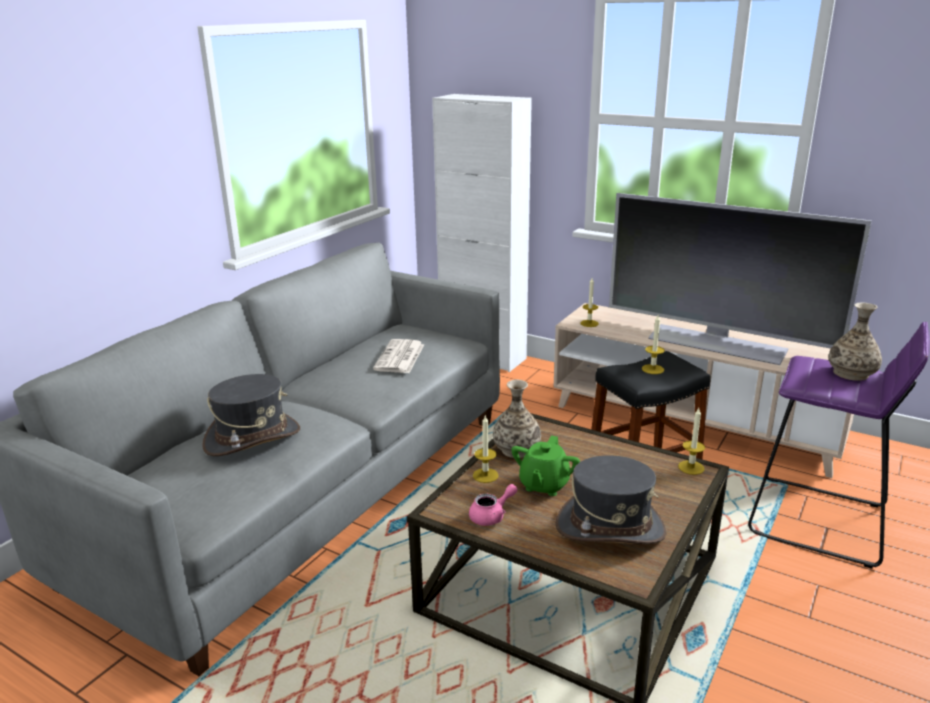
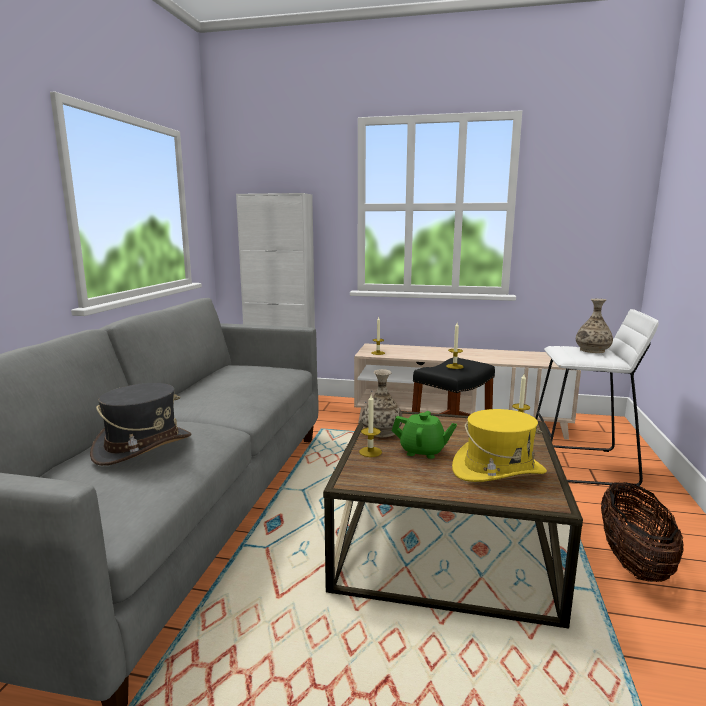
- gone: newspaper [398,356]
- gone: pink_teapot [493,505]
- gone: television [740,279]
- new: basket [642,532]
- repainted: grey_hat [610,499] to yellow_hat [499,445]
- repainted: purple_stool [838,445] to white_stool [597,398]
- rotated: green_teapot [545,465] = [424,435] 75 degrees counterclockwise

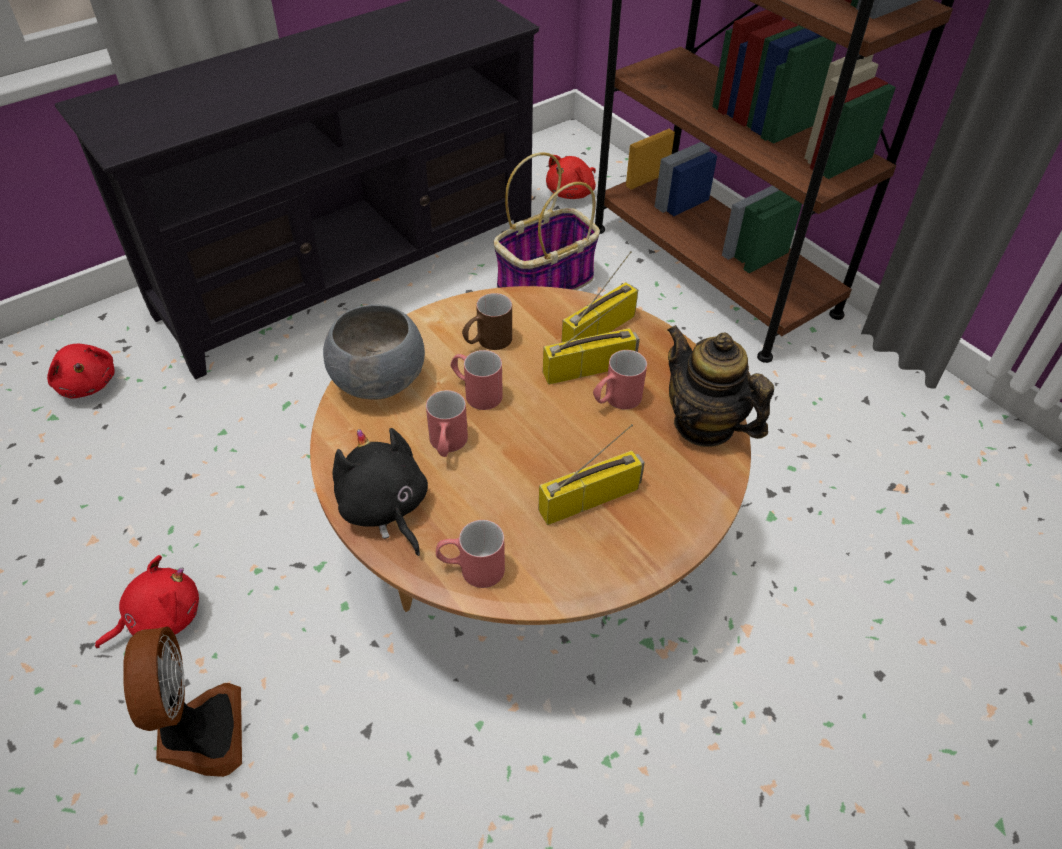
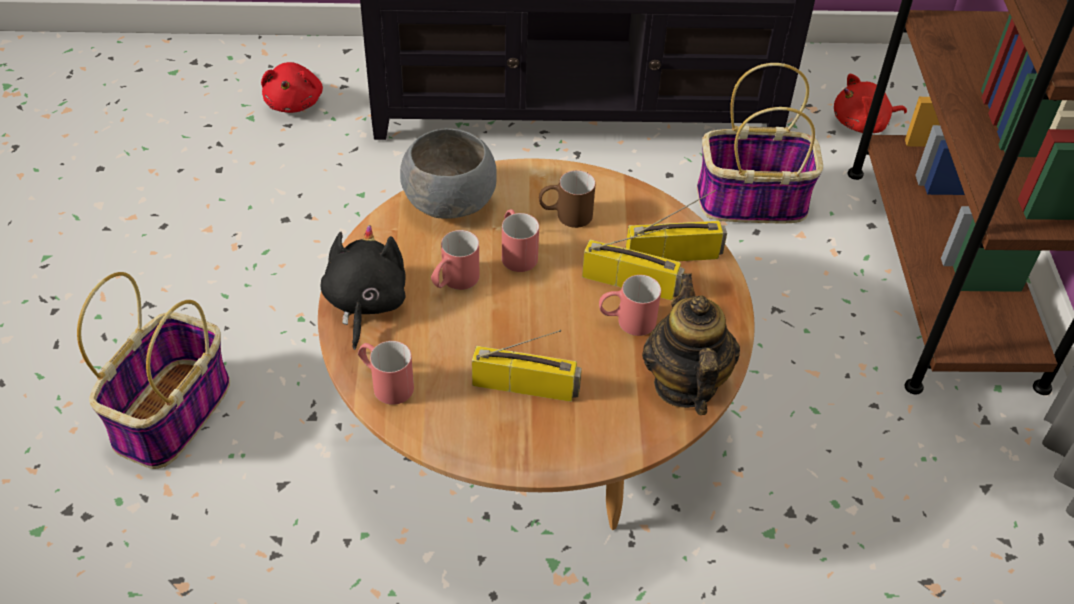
- gone: red_plush_toy [147,602]
- swapped: fan [182,702] to basket [153,370]

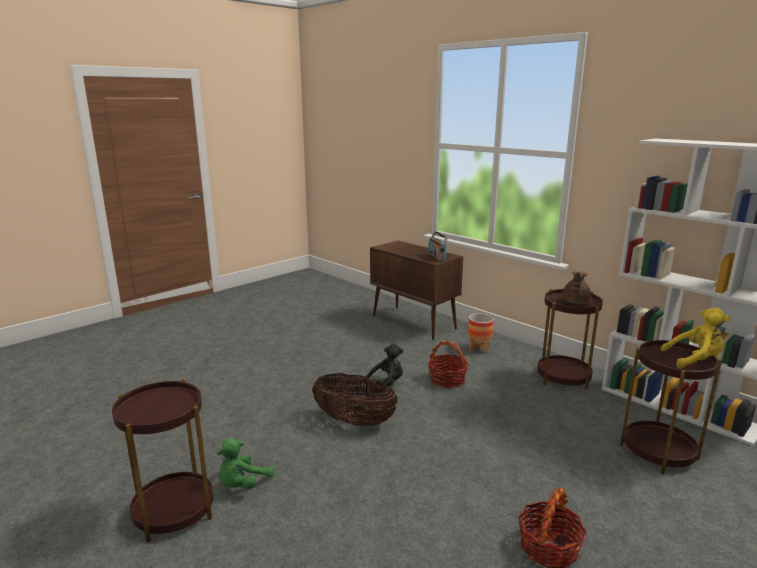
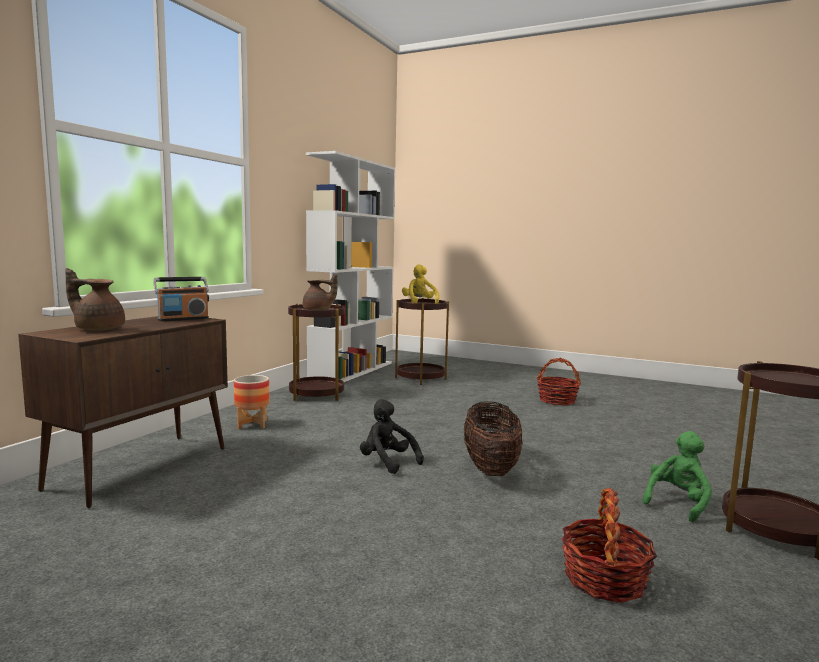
- new: brown_teapot [95,299]
- shifted: basket [448,364] to [609,545]
- rotated: green_plush_toy [245,463] = [677,476] 60 degrees counterclockwise

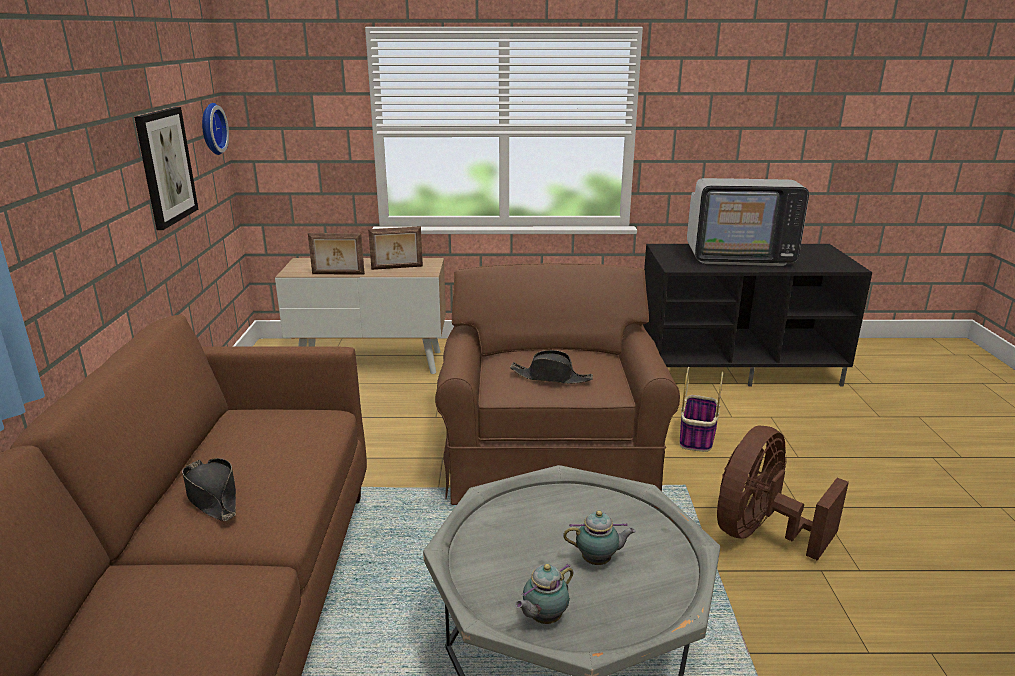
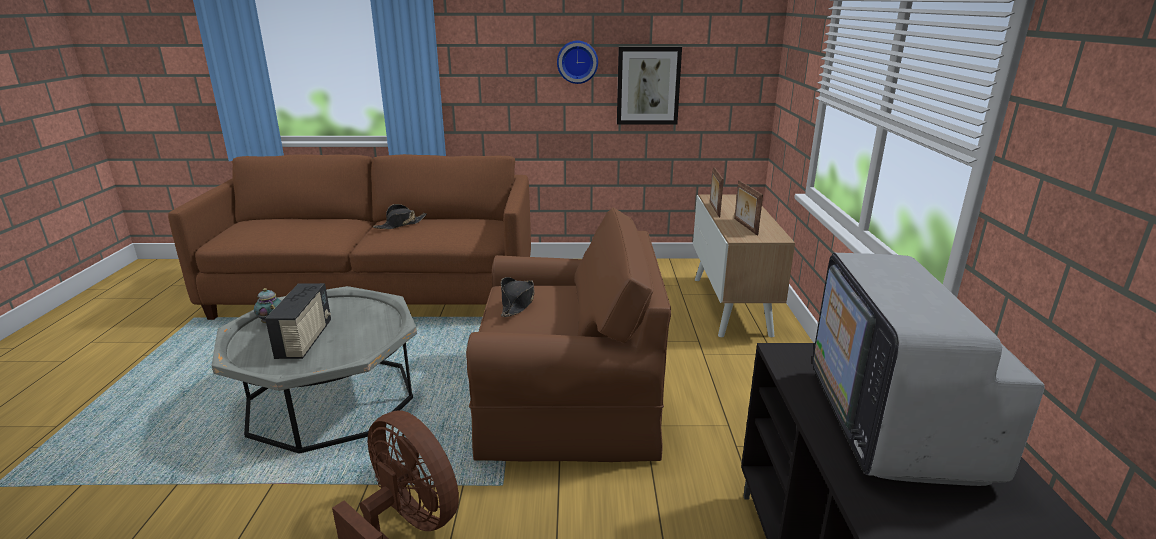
- gone: basket [701,409]
- shifted: wall_clock [215,129] to [577,62]
- swapped: teapot [599,538] to radio [298,321]

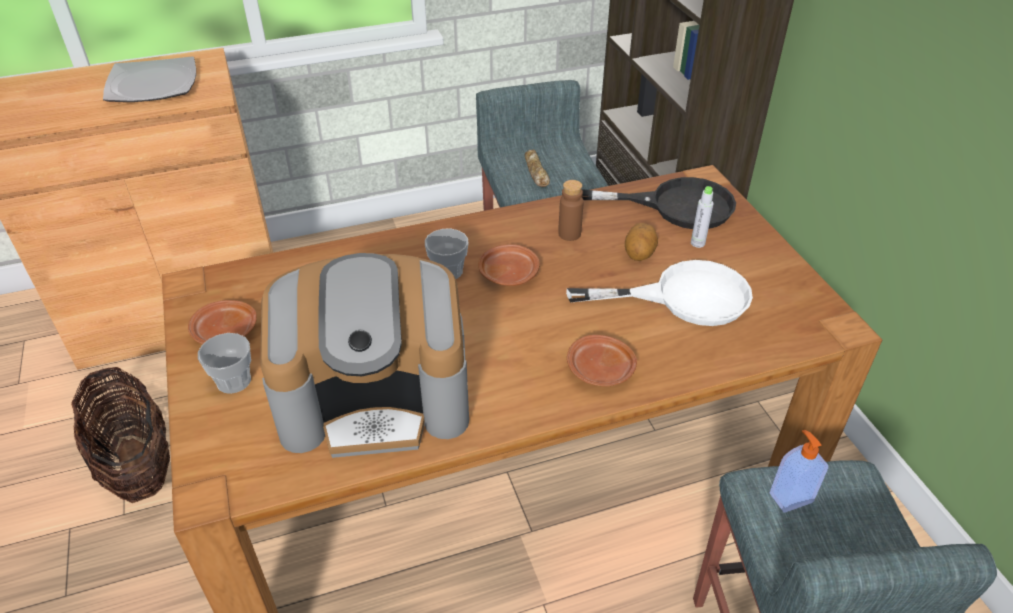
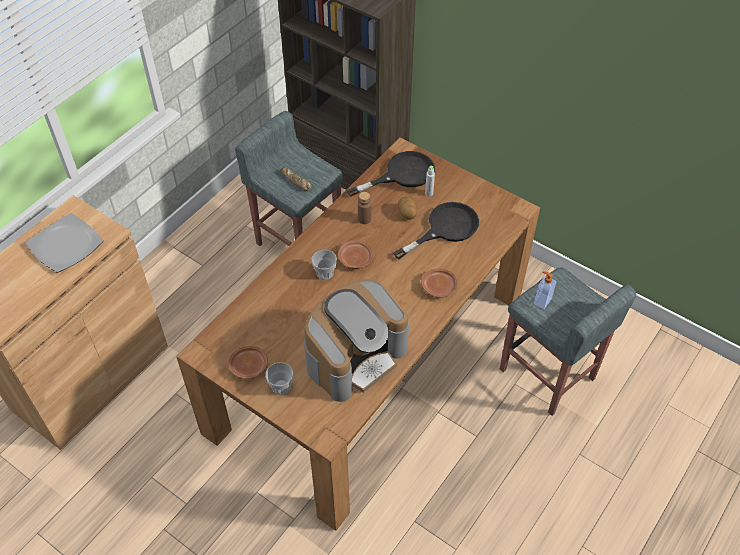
- gone: basket [120,435]
- repainted: white_frying_pan [659,293] to black_frying_pan [436,230]

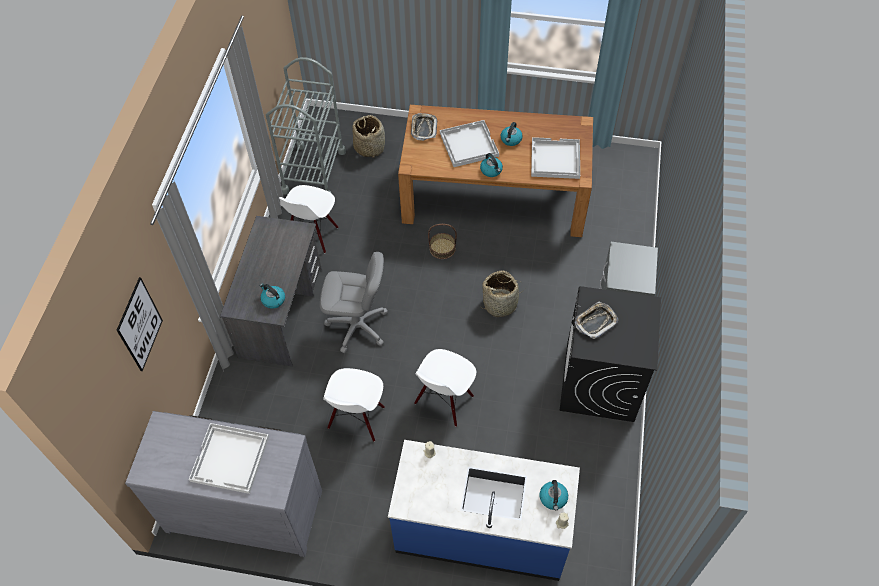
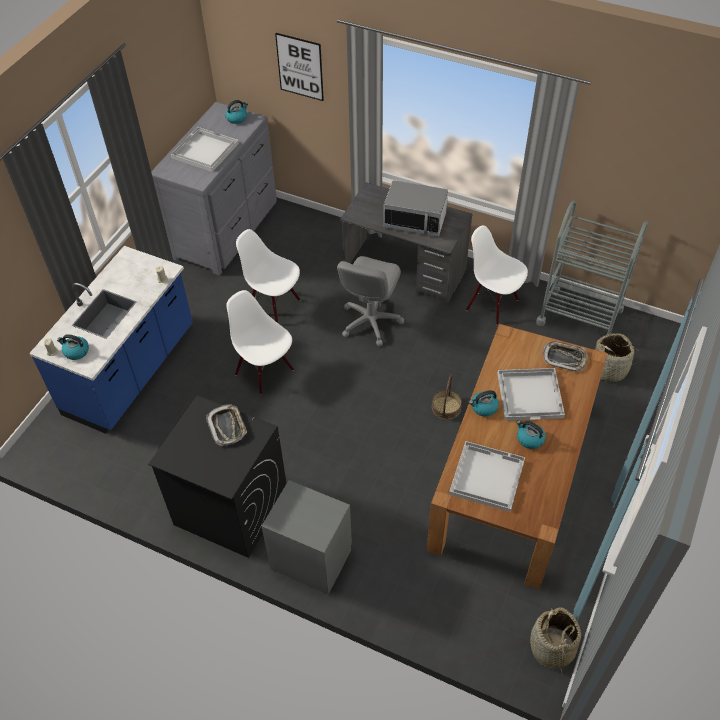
- new: microwave [416,208]
- shifted: kettle [272,296] to [236,112]
- shifted: basket [504,294] to [555,640]

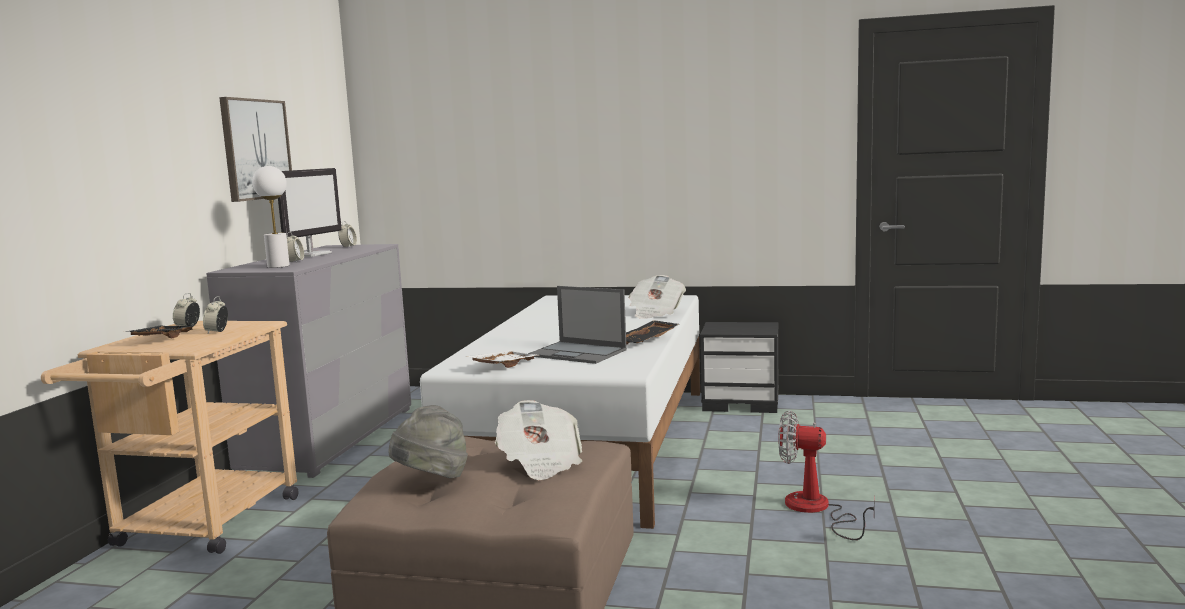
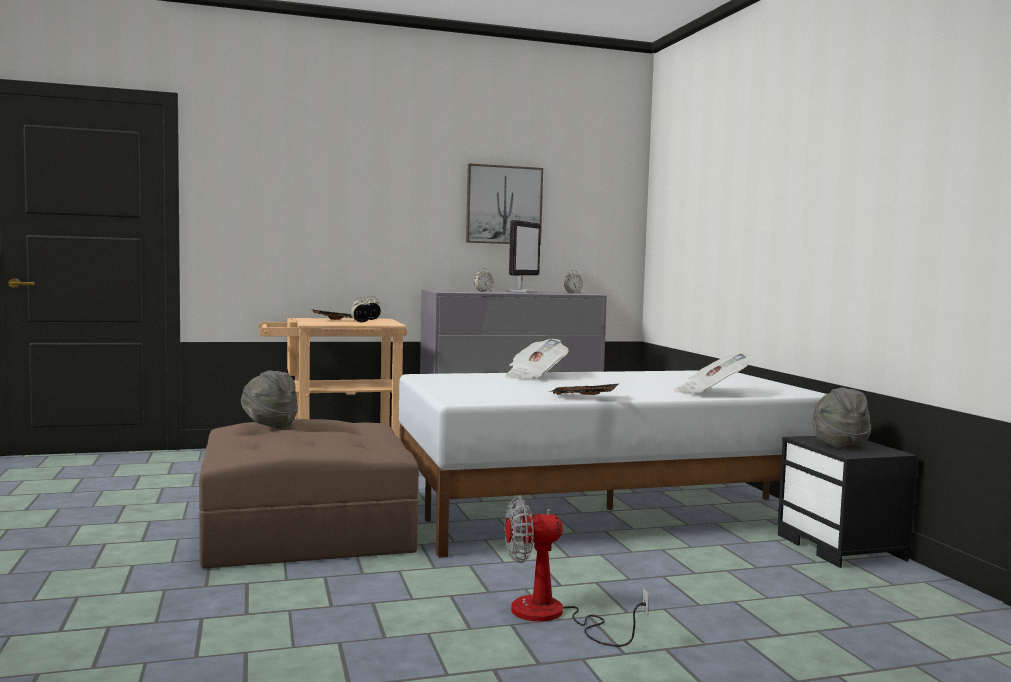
- gone: white_table_lamp [271,217]
- gone: white_tray [501,359]
- gone: laptop [577,325]
- new: grey_hat [842,418]
- shifted: newspaper [538,440] to [537,359]
- rotated: monitor [310,212] = [523,256] 60 degrees counterclockwise
- rotated: fan [826,475] = [576,572] 90 degrees counterclockwise

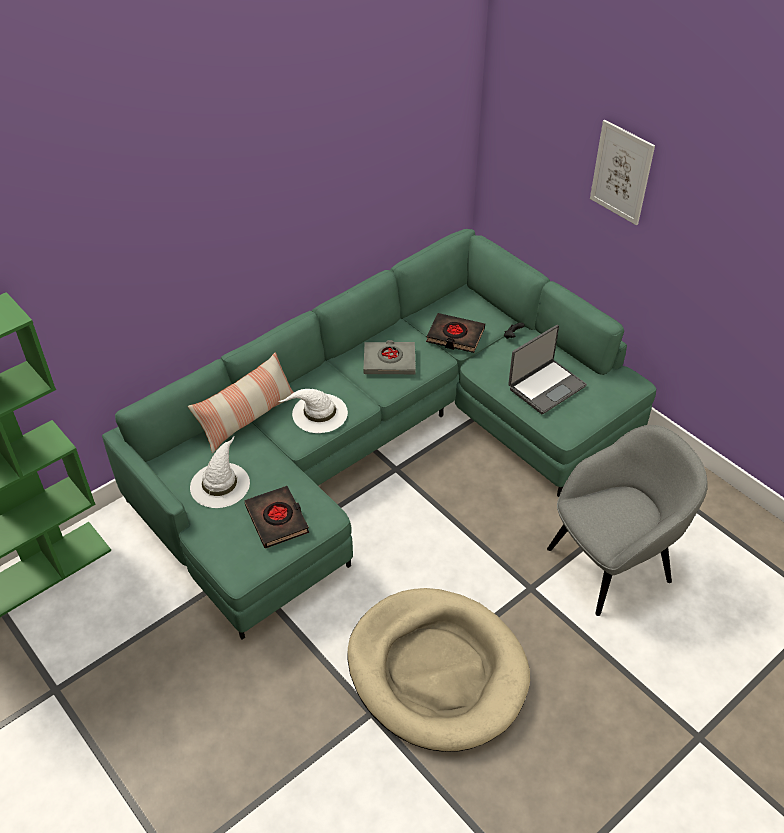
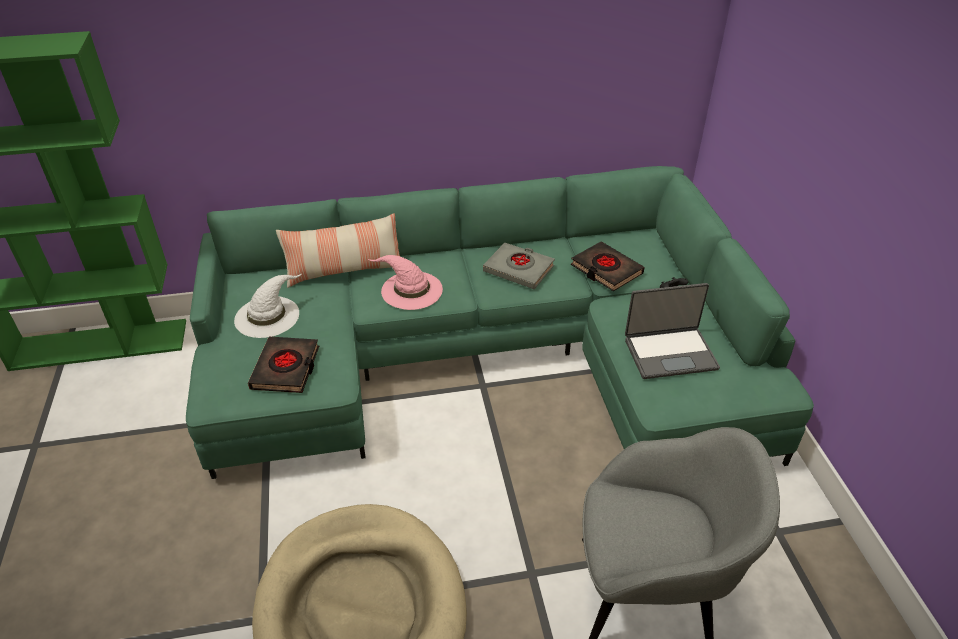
- gone: picture [622,172]
- repainted: white_hat [313,411] to pink_hat [405,282]

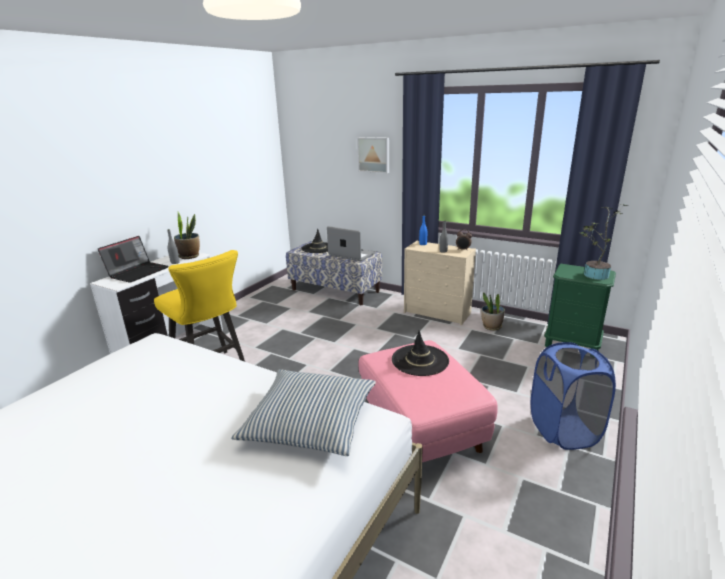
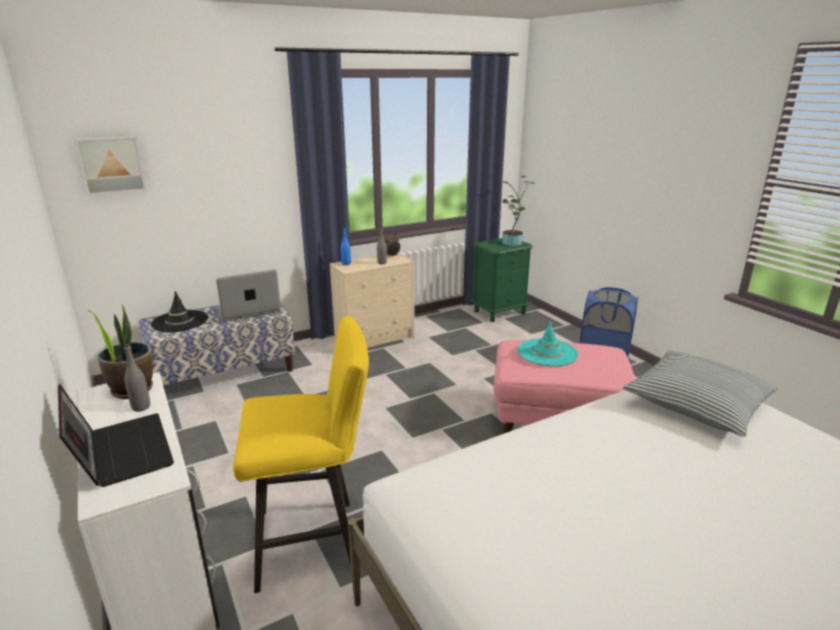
- gone: potted_plant [493,311]
- shifted: picture [373,155] to [111,166]
- repainted: black_hat [420,353] to turquoise_hat [548,343]

